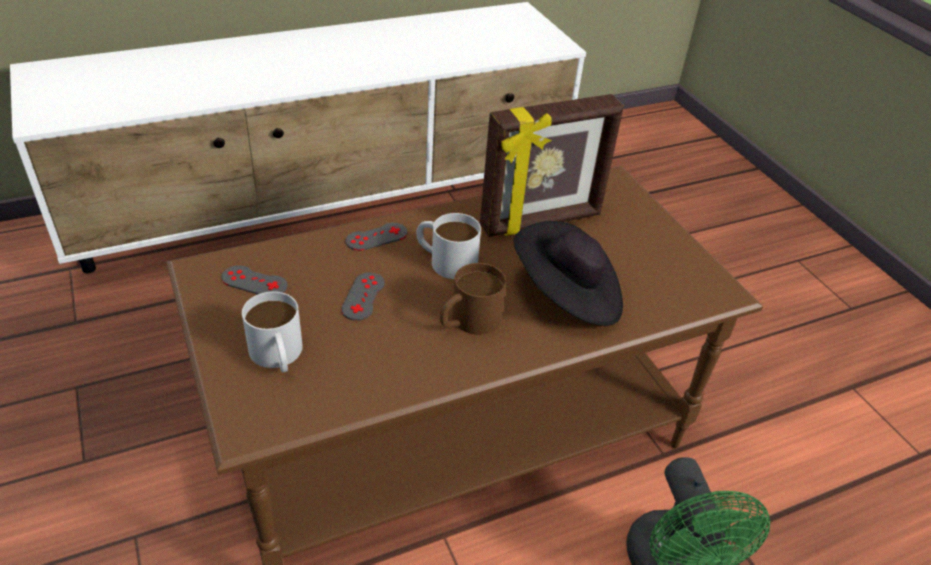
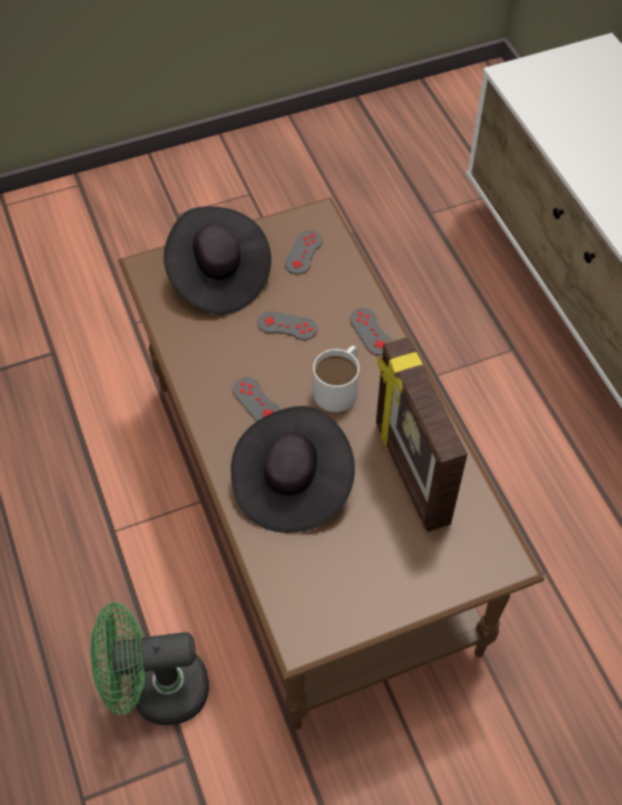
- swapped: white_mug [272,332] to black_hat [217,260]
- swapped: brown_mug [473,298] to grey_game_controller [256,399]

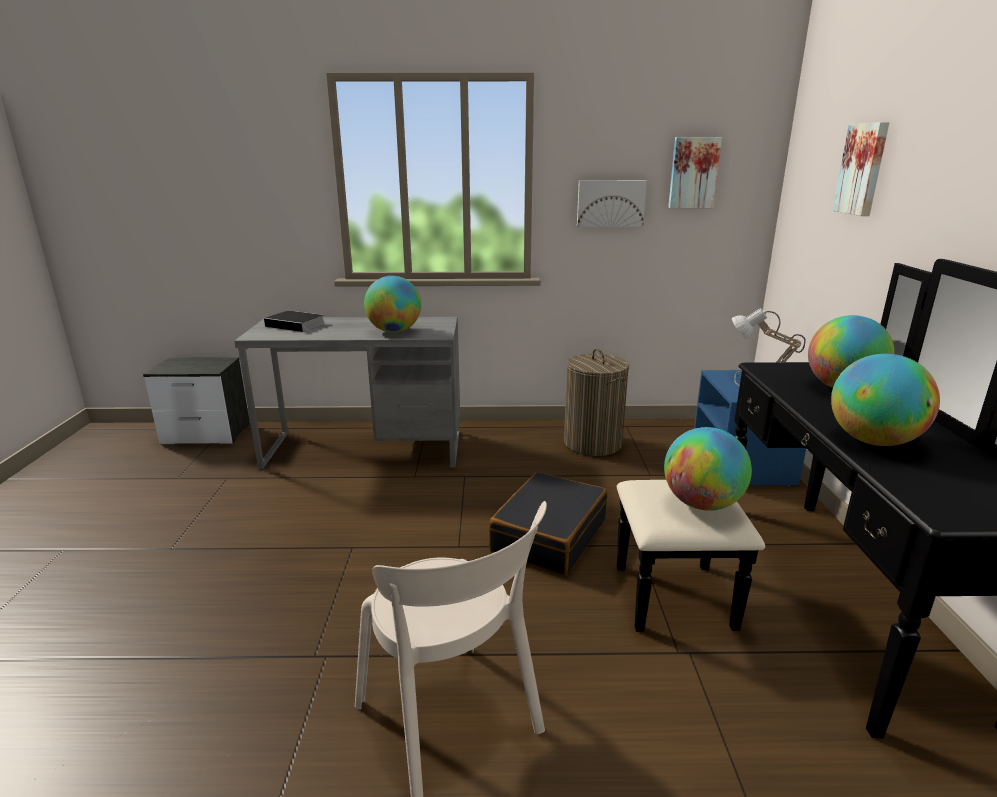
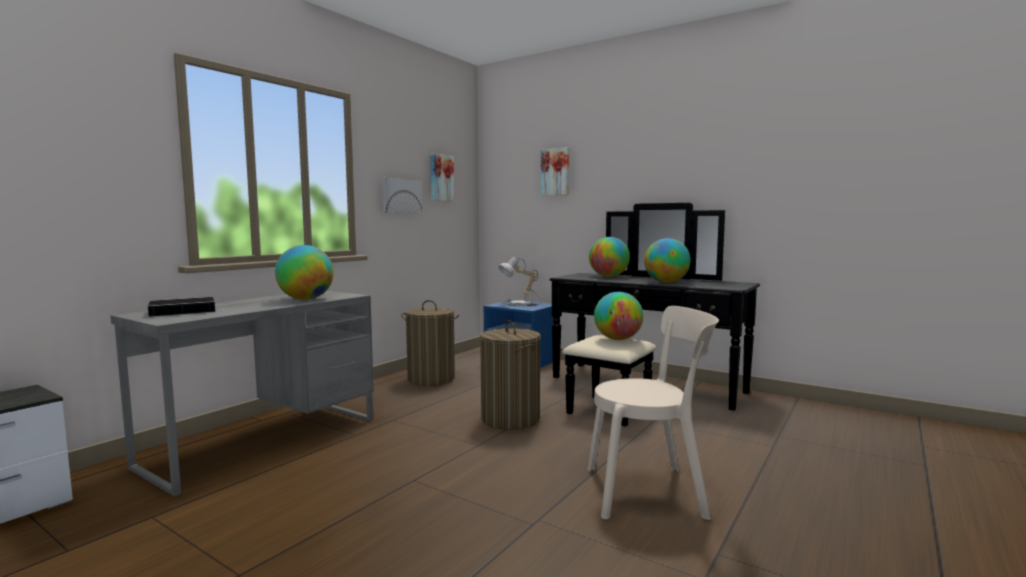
- swapped: black_suitcase [548,524] to laundry_basket [510,375]

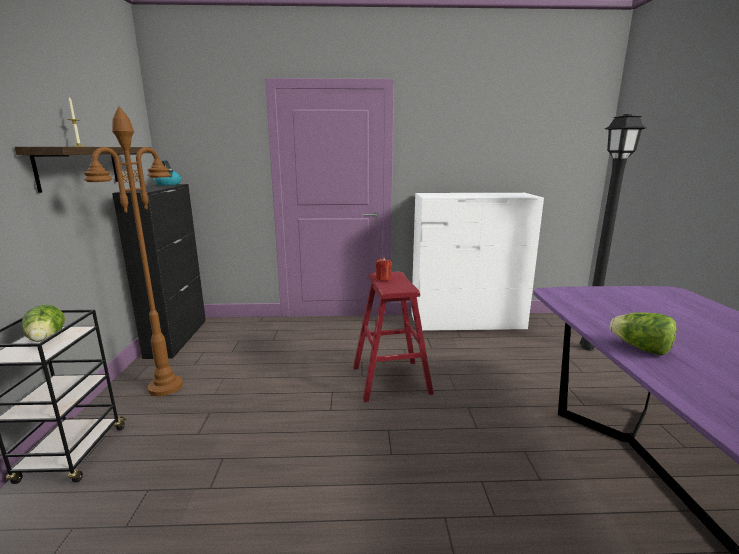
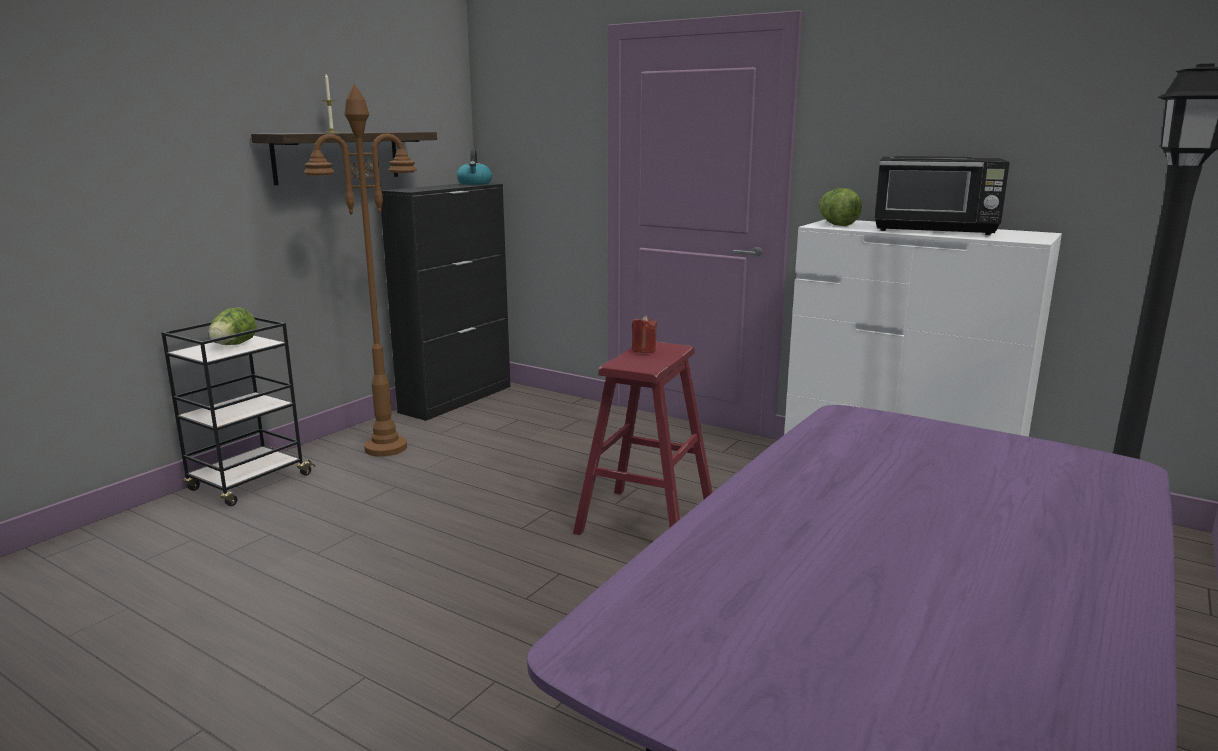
- new: black_microwave [942,195]
- shifted: lettuce [643,334] to [840,207]

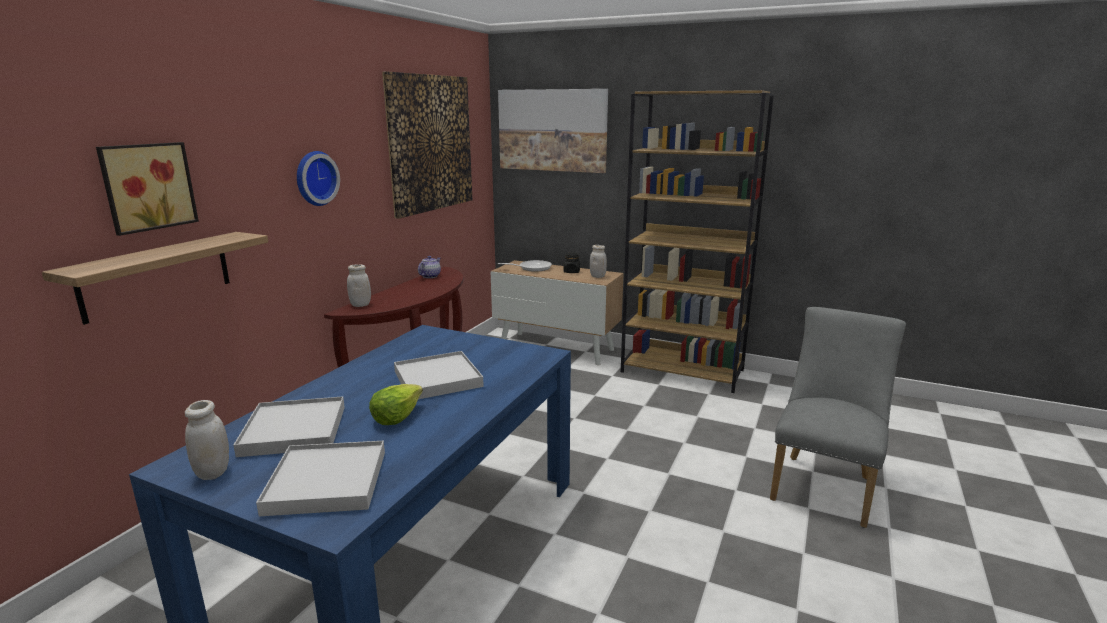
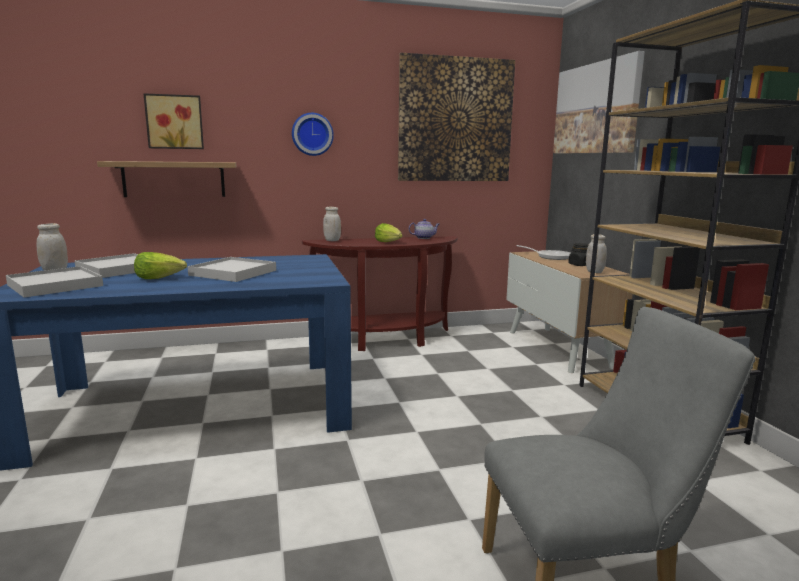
- new: lettuce [389,232]

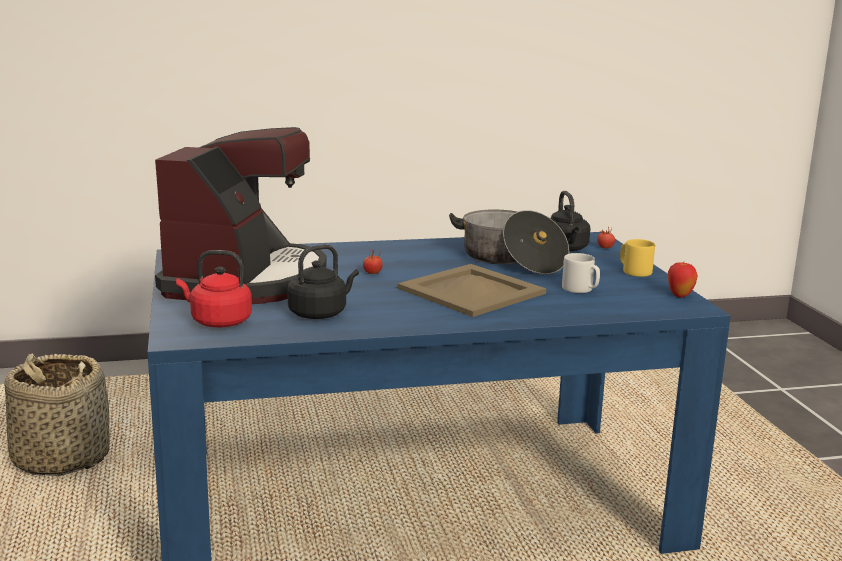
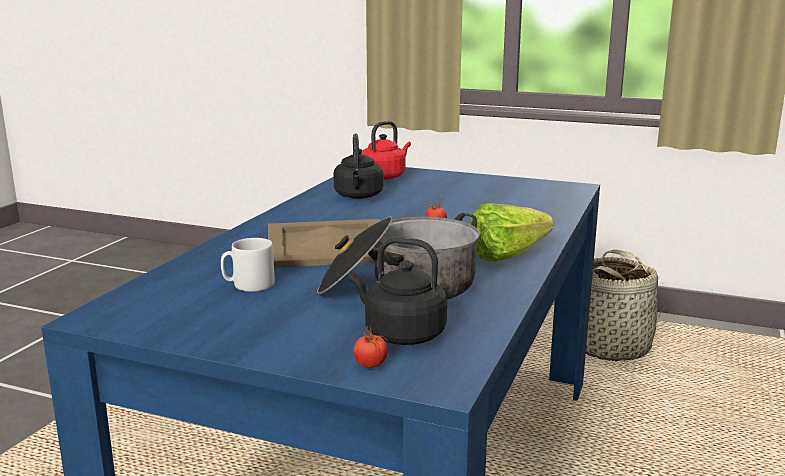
- gone: coffee_machine [240,215]
- gone: yellow_mug [637,258]
- gone: apple [683,280]
- new: lettuce [511,232]

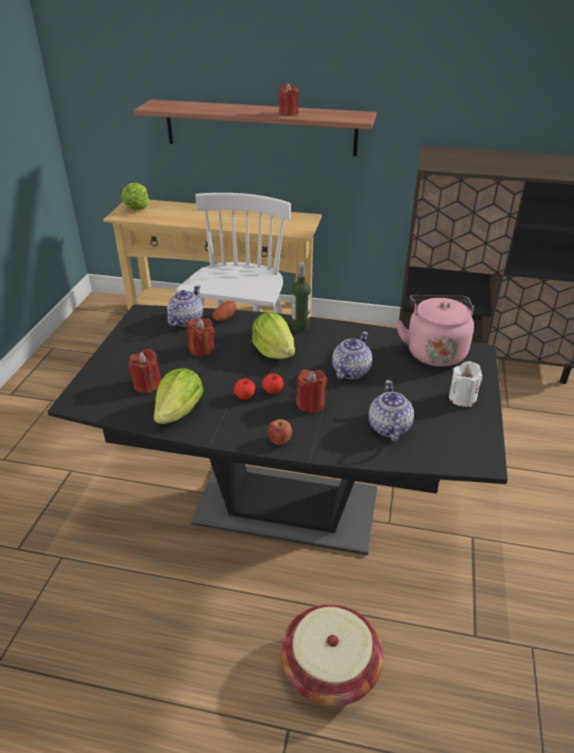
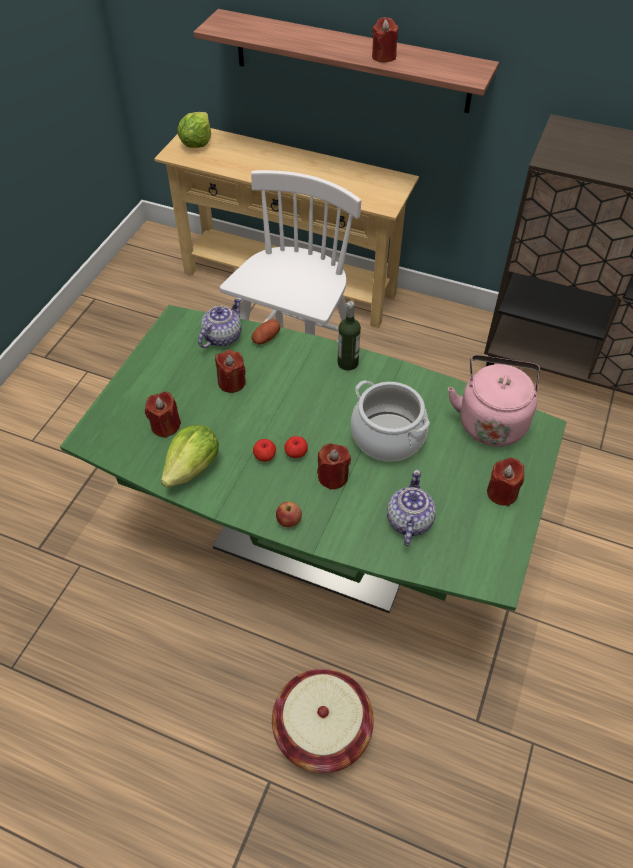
- gone: lettuce [273,335]
- swapped: teapot [352,355] to cooking_pot [390,420]
- repainted: black_dining_table [277,429] to green_dining_table [313,459]
- repainted: white_candle [465,384] to red_candle [505,482]

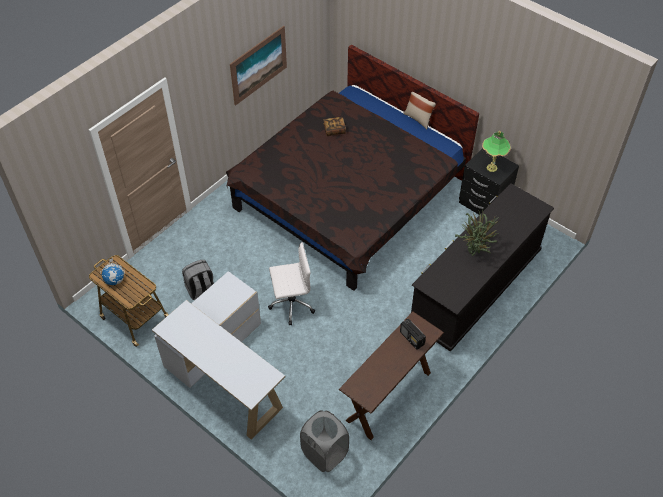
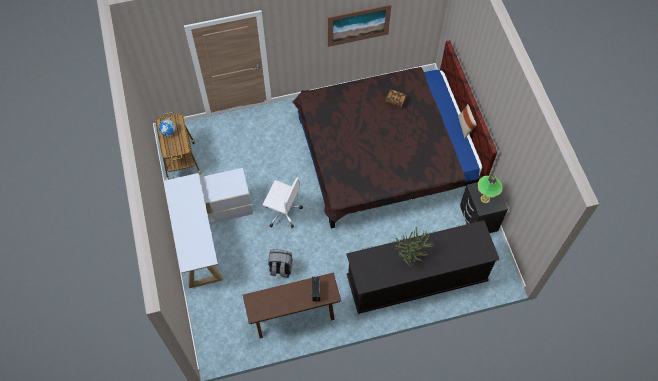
- gone: grey_laundry_basket [324,441]
- shifted: grey_backpack [198,280] to [280,264]

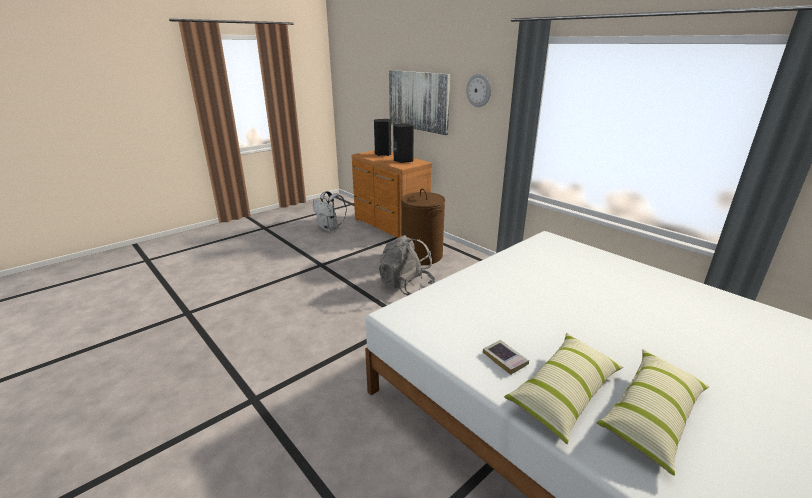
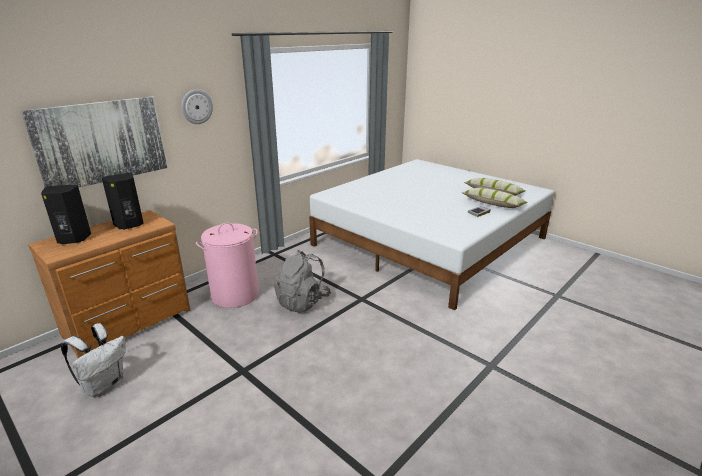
- repainted: brown_laundry_basket [423,226] to pink_laundry_basket [227,265]

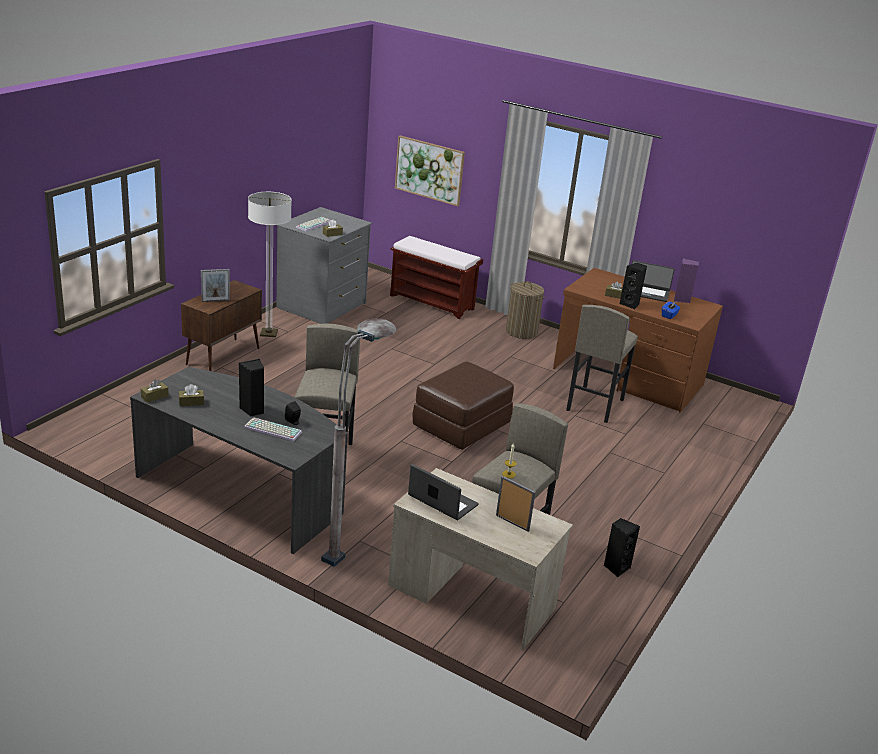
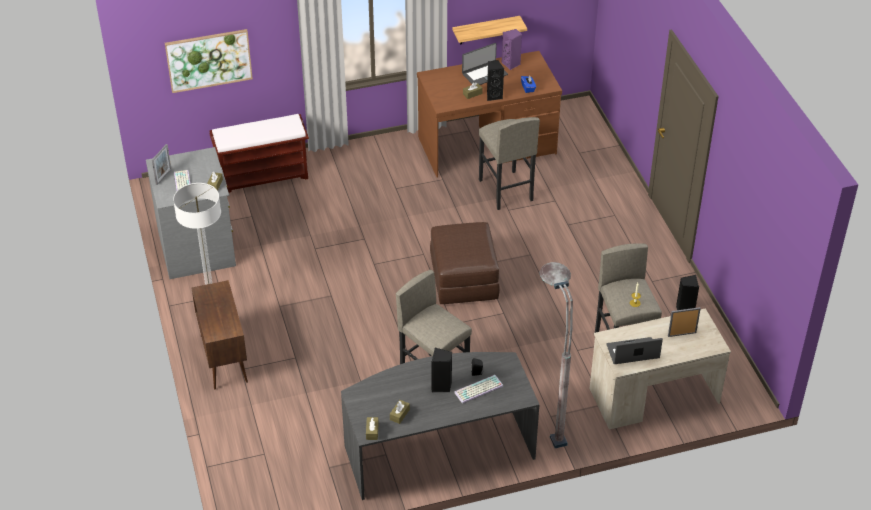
- gone: laundry_basket [525,310]
- new: shelf [489,30]
- shifted: picture_frame [215,285] to [161,164]

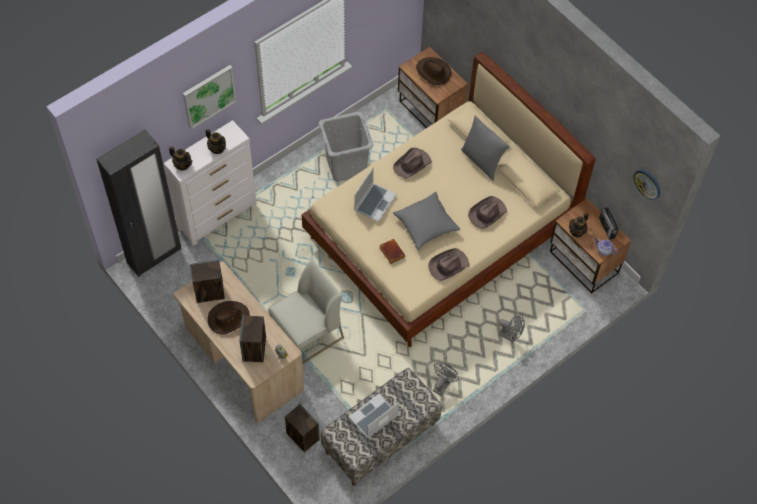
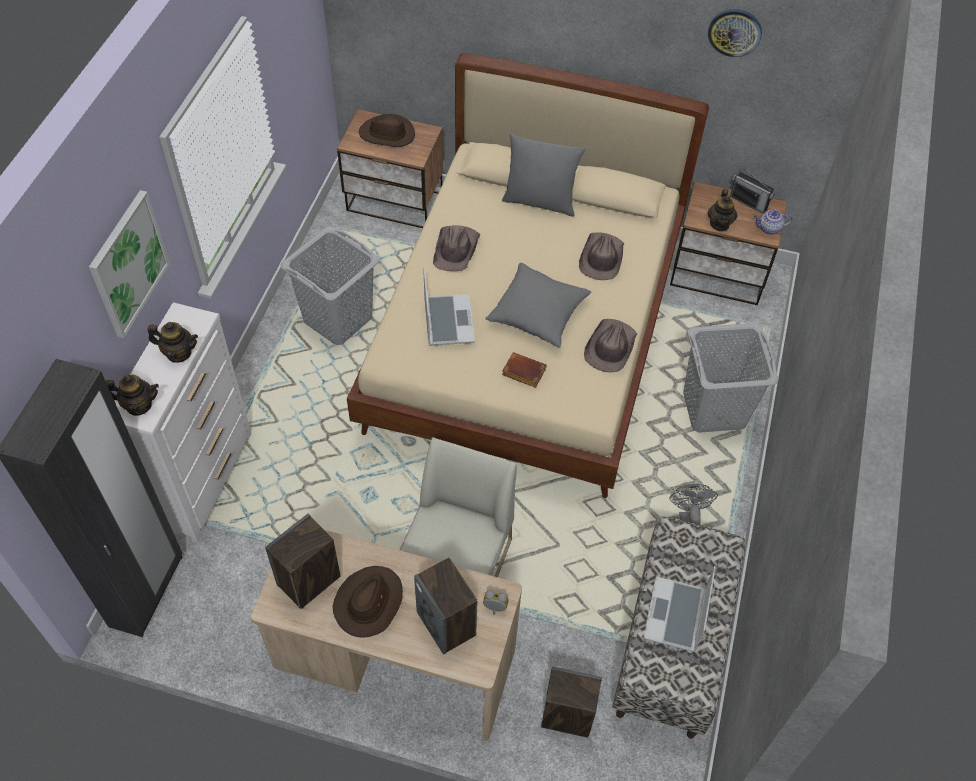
- shifted: wall_clock [646,185] to [735,33]
- swapped: grey_fan [511,328] to grey_laundry_basket [731,378]

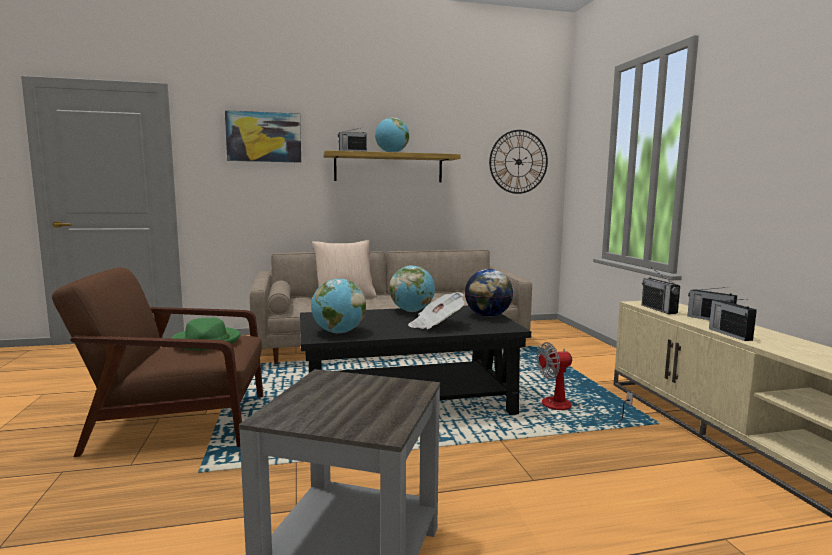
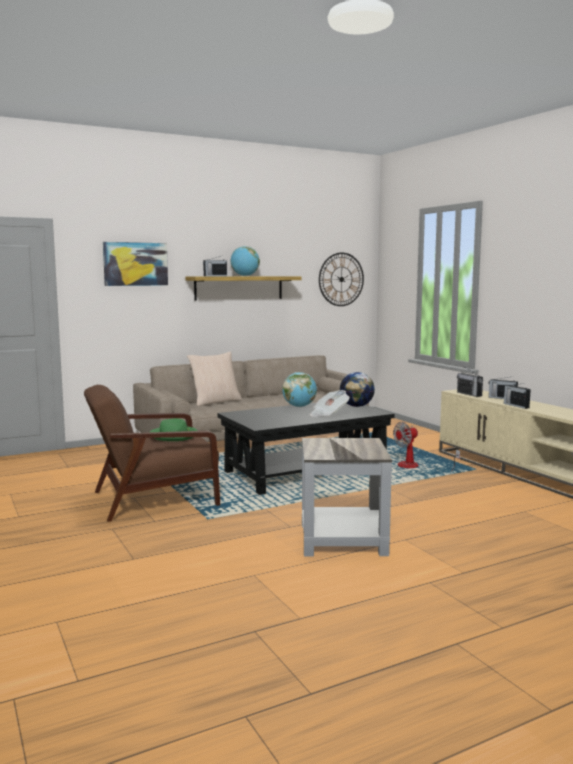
- gone: globe [338,306]

